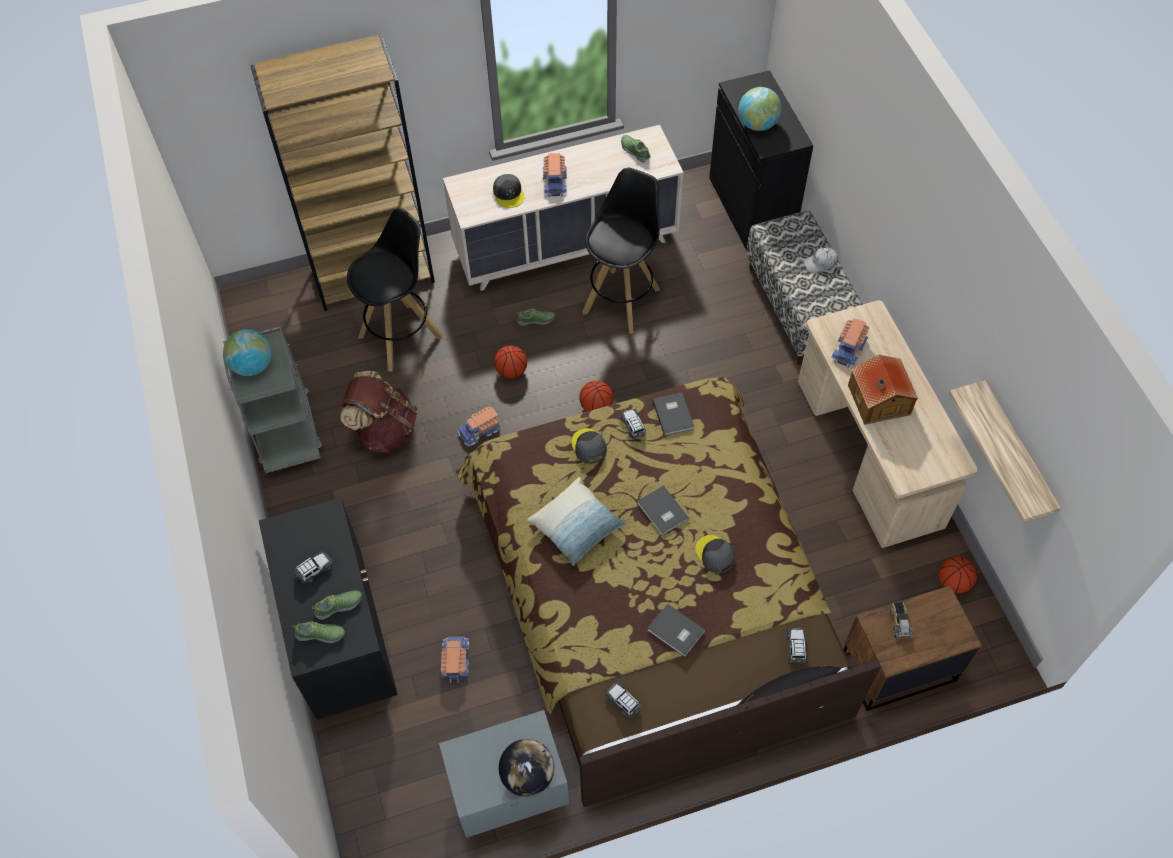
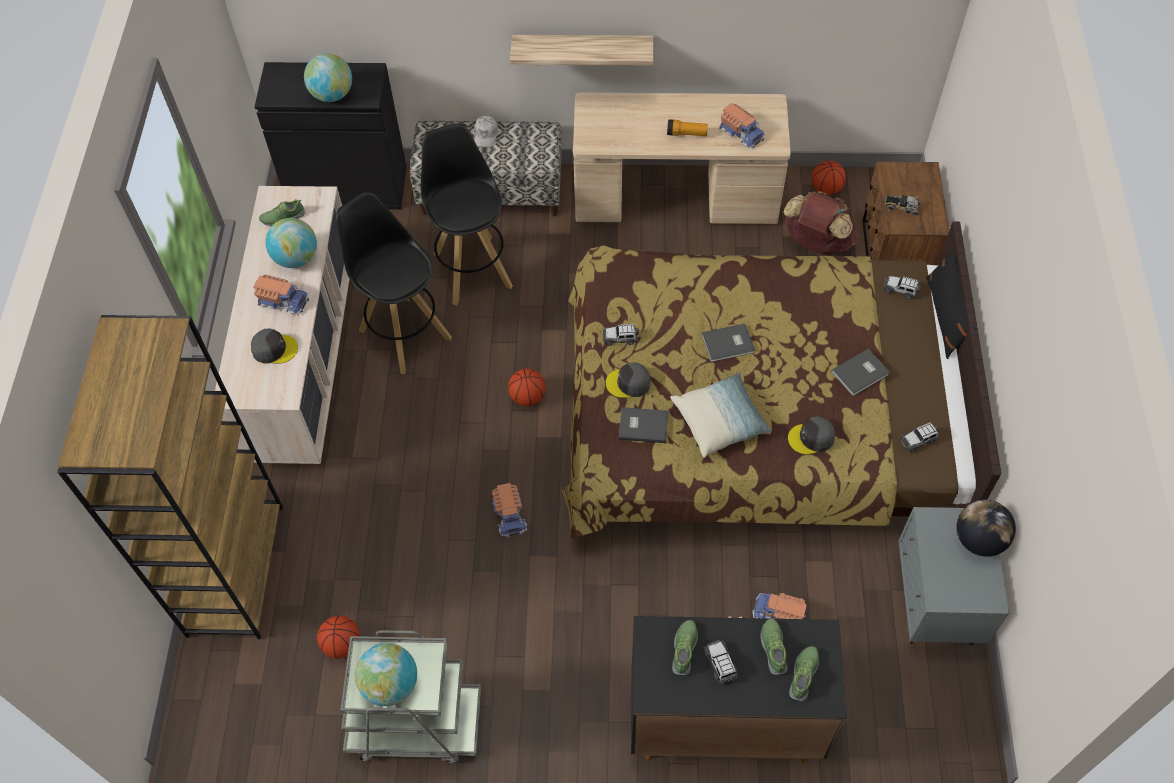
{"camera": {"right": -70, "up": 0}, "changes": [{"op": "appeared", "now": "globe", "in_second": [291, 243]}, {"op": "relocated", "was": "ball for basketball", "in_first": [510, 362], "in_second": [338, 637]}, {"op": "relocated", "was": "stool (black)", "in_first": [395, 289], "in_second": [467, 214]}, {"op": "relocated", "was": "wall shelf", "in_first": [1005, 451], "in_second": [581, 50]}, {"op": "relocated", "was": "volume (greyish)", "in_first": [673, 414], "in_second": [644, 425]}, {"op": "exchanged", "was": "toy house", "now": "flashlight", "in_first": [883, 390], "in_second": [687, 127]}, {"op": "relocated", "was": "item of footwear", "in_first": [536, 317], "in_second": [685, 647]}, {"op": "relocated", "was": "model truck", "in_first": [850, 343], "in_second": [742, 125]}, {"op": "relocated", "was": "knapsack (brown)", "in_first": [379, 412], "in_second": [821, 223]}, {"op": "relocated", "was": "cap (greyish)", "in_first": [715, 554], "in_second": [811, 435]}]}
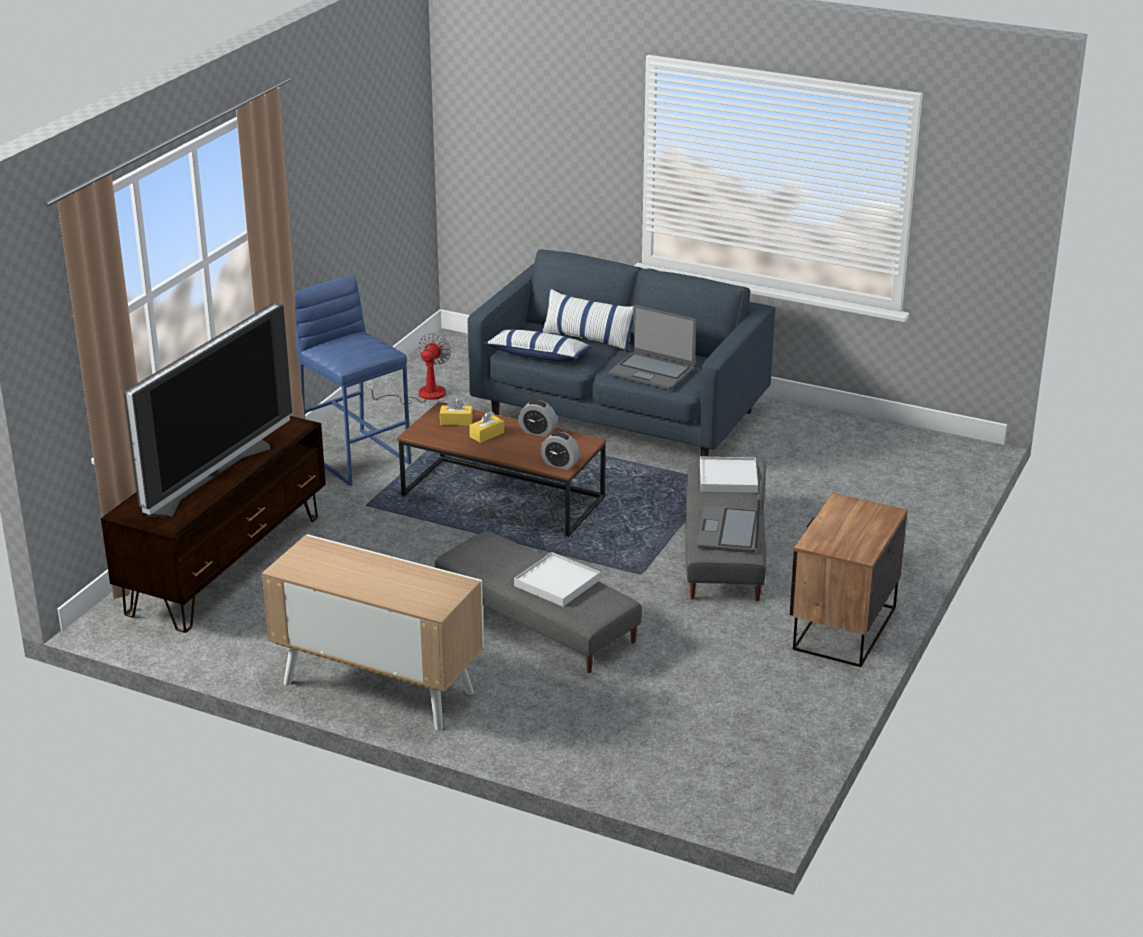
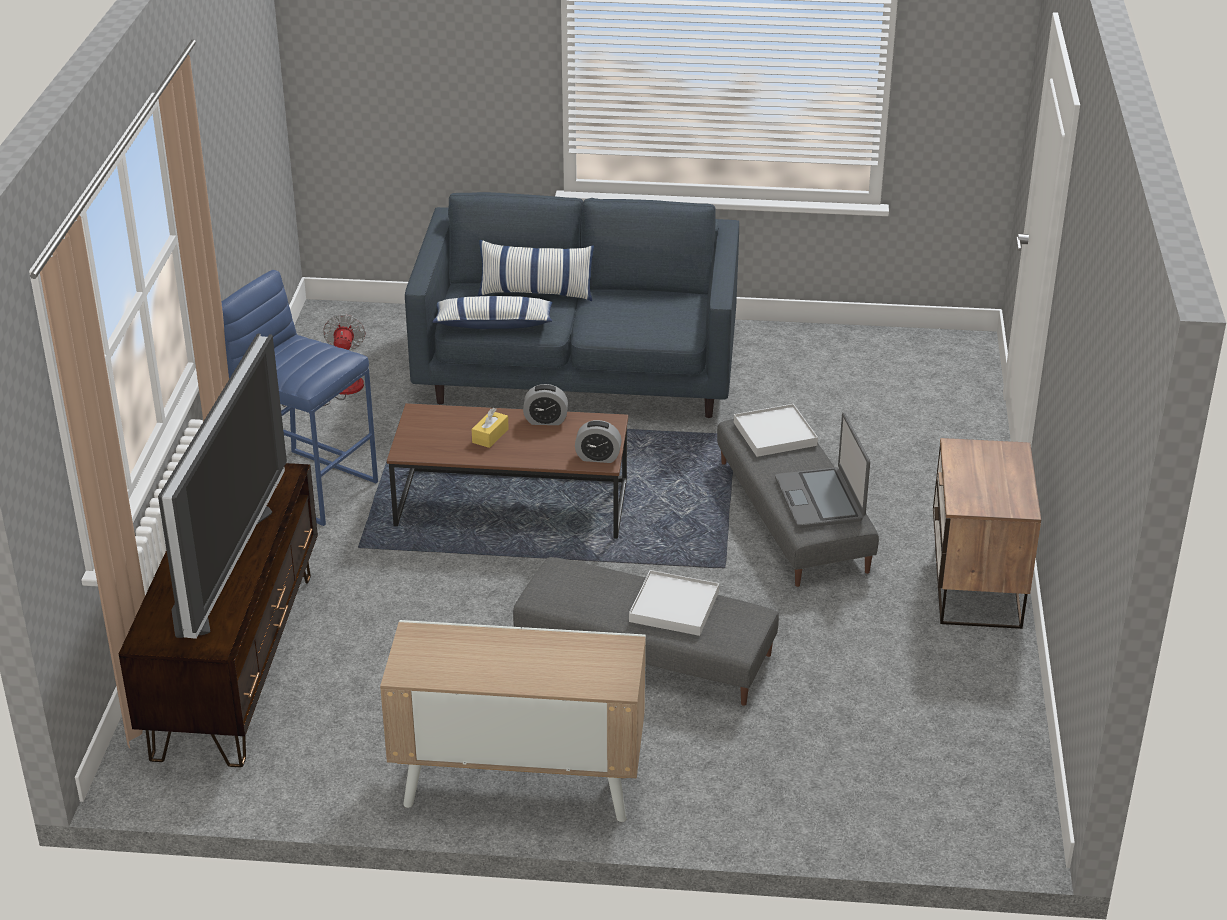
{"camera": {"right": -20, "up": 5}, "changes": [{"op": "missing", "was": "tissue holder (yellow-coloured)", "in_first": [456, 412]}, {"op": "missing", "was": "laptop", "in_first": [652, 347]}]}
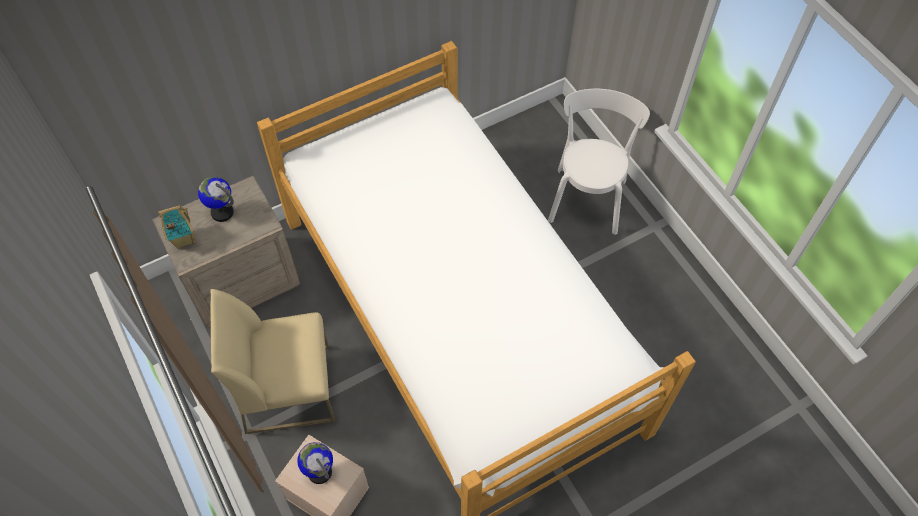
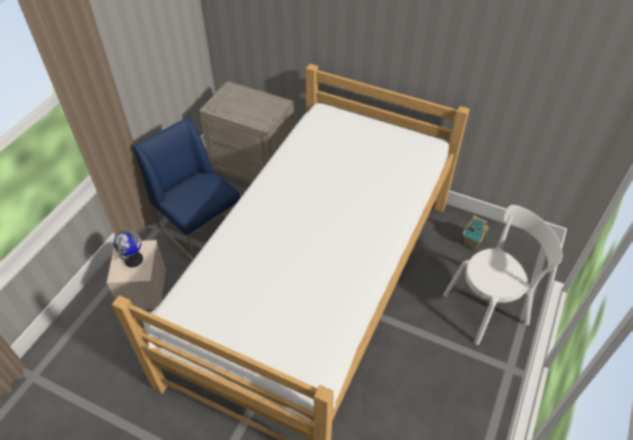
{"camera": {"right": 55, "up": -10}, "changes": [{"op": "colour", "was": "chair (beige-coloured)", "now": "chair (blue)", "in_first": [272, 361], "in_second": [186, 189]}, {"op": "relocated", "was": "toy house", "in_first": [176, 227], "in_second": [476, 232]}, {"op": "missing", "was": "globe", "in_first": [216, 199]}]}
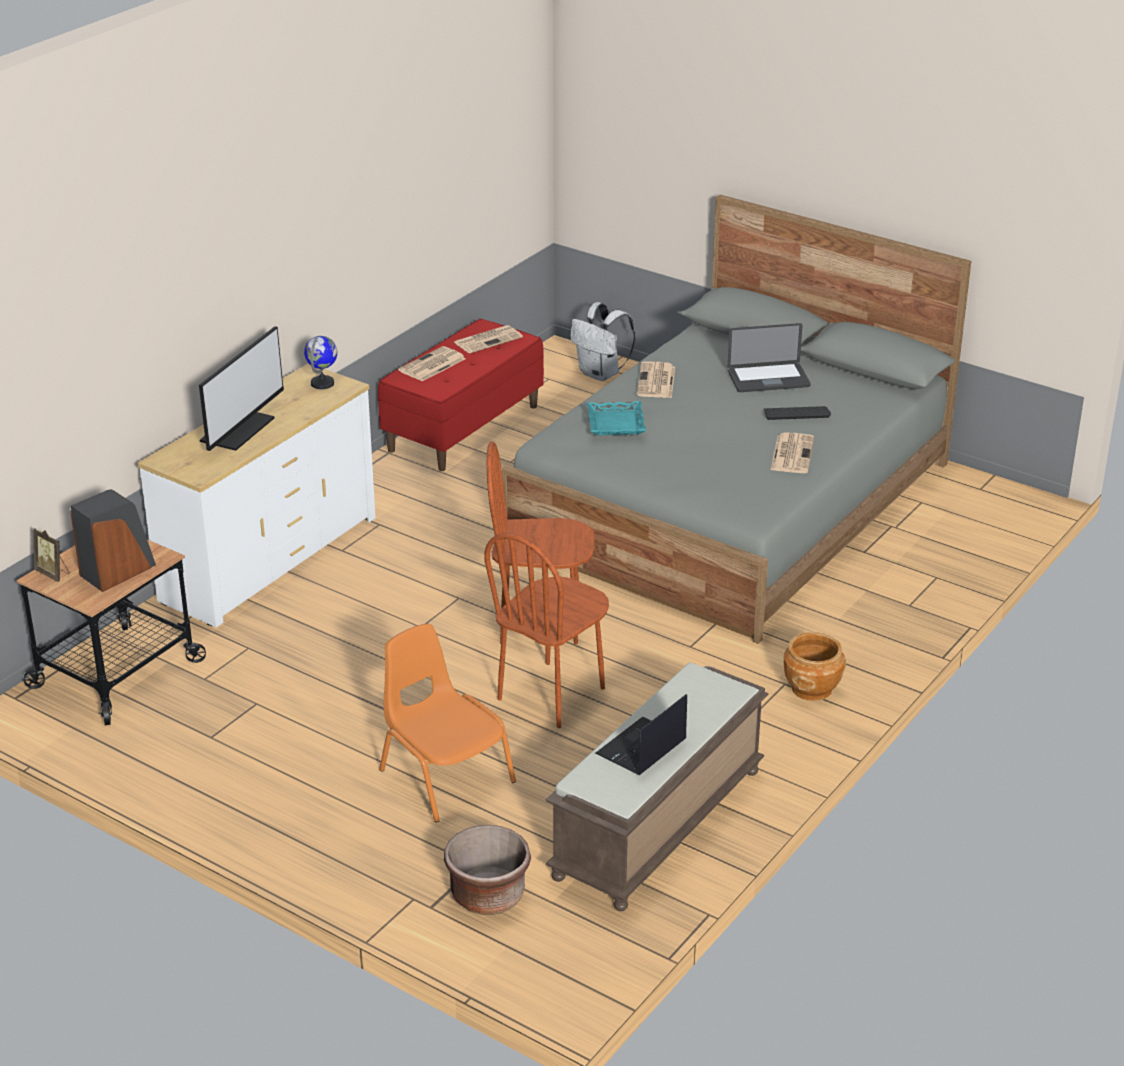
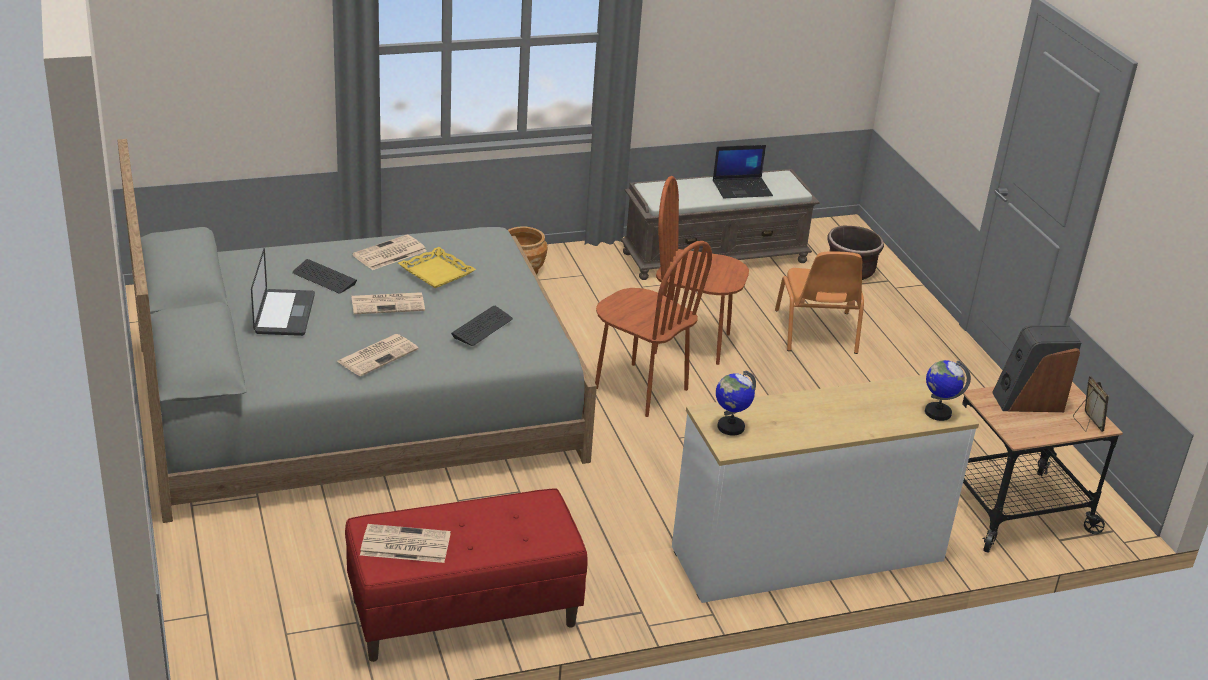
{"camera": {"right": -145, "up": 0}, "changes": [{"op": "spun", "was": "laptop", "in_first": [769, 357], "in_second": [283, 292], "clockwise": 60}, {"op": "relocated", "was": "daily paper", "in_first": [432, 363], "in_second": [388, 303]}, {"op": "appeared", "now": "tray (yellow-coloured)", "in_second": [437, 267]}, {"op": "exchanged", "was": "tray (blue-green)", "now": "computer keyboard", "in_first": [616, 418], "in_second": [482, 326]}, {"op": "spun", "was": "chair (brown)", "in_first": [546, 630], "in_second": [702, 270], "clockwise": -150}, {"op": "appeared", "now": "globe", "in_second": [948, 390]}, {"op": "missing", "was": "computer screen", "in_first": [241, 388]}, {"op": "missing", "was": "knapsack (whitish)", "in_first": [602, 341]}]}
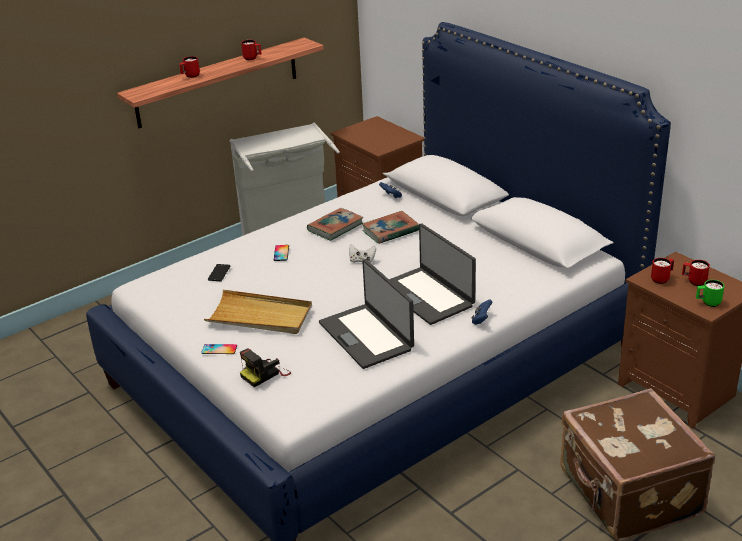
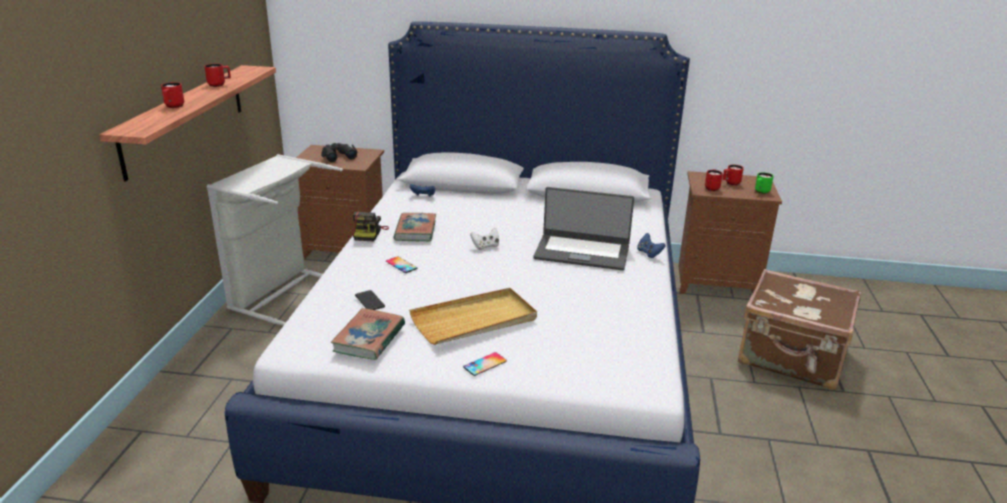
{"camera": {"right": -45, "up": -5}, "changes": [{"op": "appeared", "now": "pair of binoculars (black)", "in_second": [339, 152]}, {"op": "relocated", "was": "volume", "in_first": [390, 227], "in_second": [368, 334]}, {"op": "relocated", "was": "still camera", "in_first": [265, 368], "in_second": [371, 226]}, {"op": "missing", "was": "laptop", "in_first": [366, 314]}]}
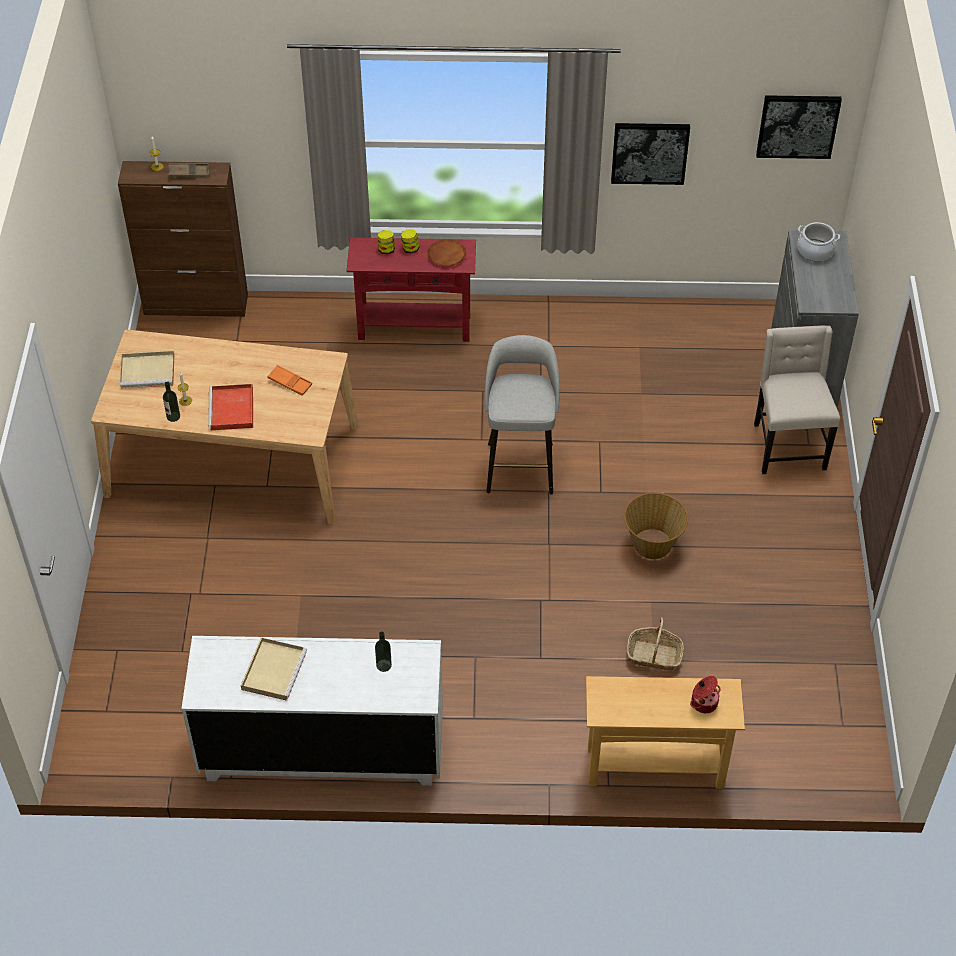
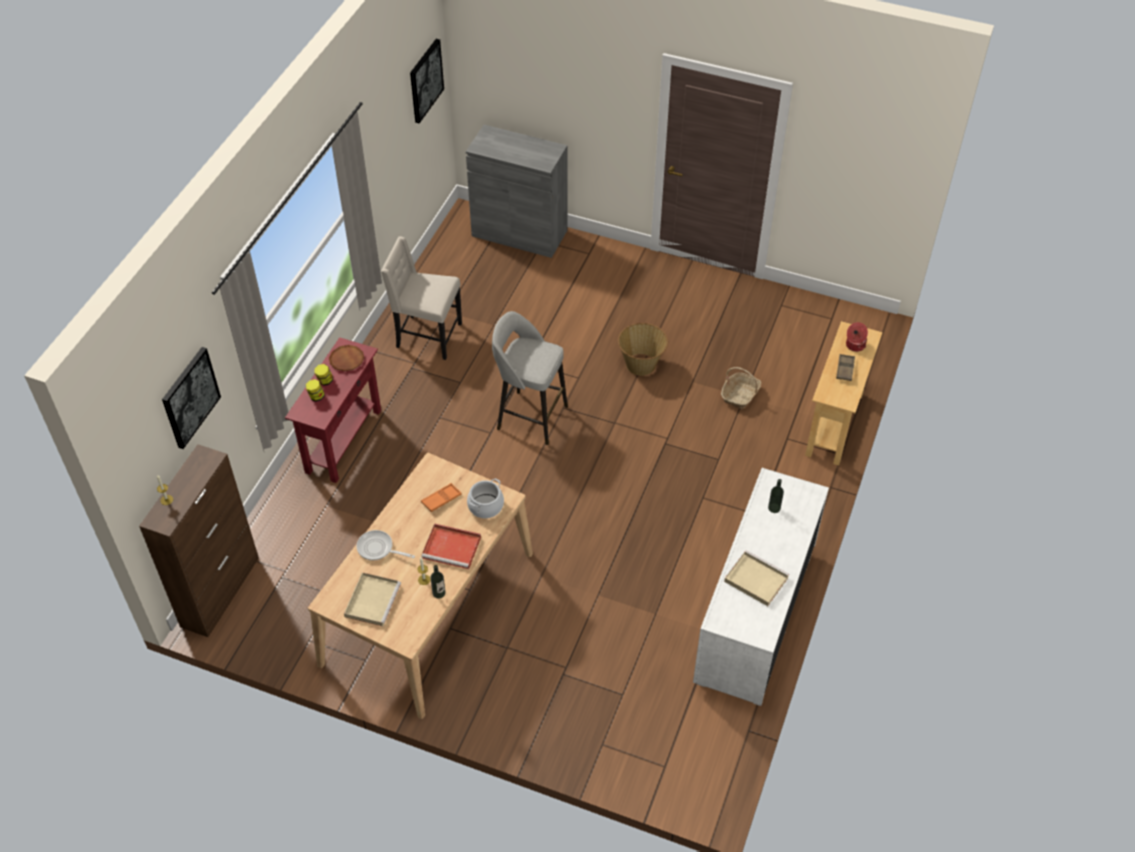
{"camera": {"right": -70, "up": 0}, "changes": [{"op": "relocated", "was": "wall picture", "in_first": [650, 154], "in_second": [191, 398]}, {"op": "appeared", "now": "frying pan", "in_second": [386, 545]}, {"op": "relocated", "was": "chair (beige-coloured)", "in_first": [797, 399], "in_second": [421, 298]}, {"op": "relocated", "was": "stockpot", "in_first": [818, 241], "in_second": [485, 498]}, {"op": "relocated", "was": "tray (brown)", "in_first": [188, 170], "in_second": [845, 367]}]}
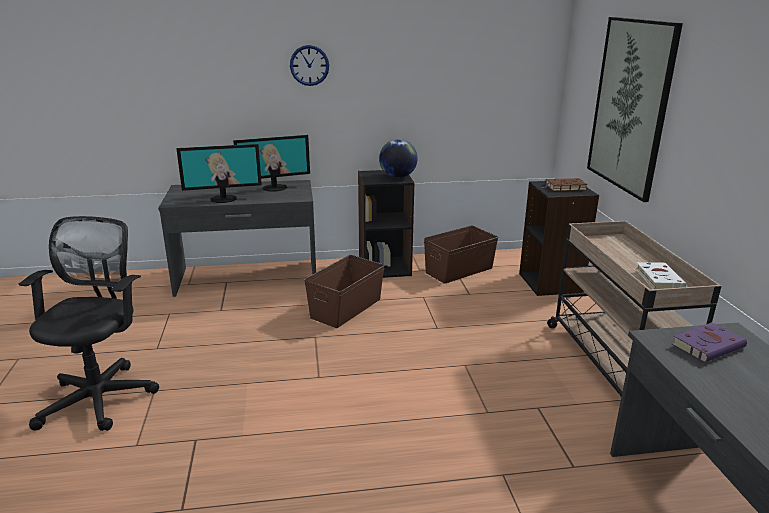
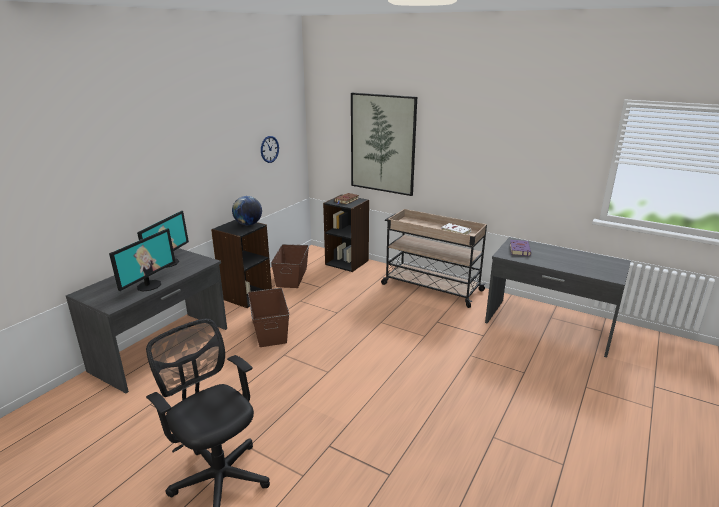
{"camera": {"right": -50, "up": 0}, "changes": [{"op": "relocated", "was": "hanging clock", "in_first": [309, 65], "in_second": [270, 149]}]}
